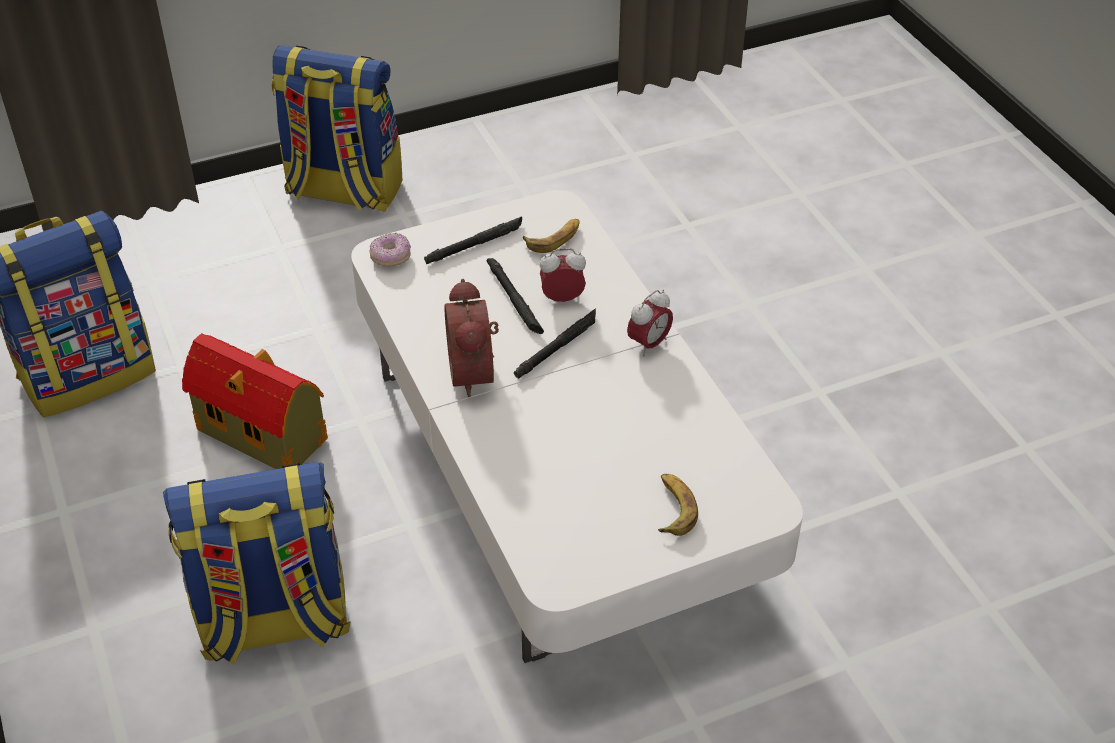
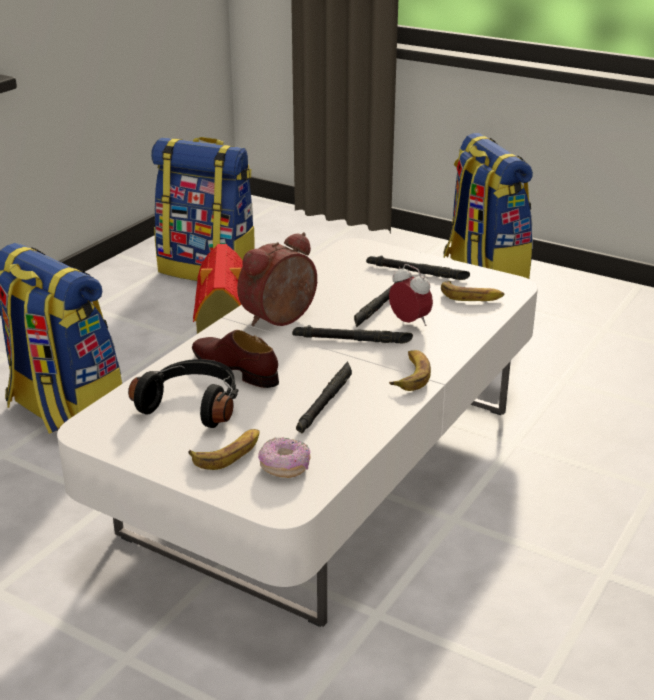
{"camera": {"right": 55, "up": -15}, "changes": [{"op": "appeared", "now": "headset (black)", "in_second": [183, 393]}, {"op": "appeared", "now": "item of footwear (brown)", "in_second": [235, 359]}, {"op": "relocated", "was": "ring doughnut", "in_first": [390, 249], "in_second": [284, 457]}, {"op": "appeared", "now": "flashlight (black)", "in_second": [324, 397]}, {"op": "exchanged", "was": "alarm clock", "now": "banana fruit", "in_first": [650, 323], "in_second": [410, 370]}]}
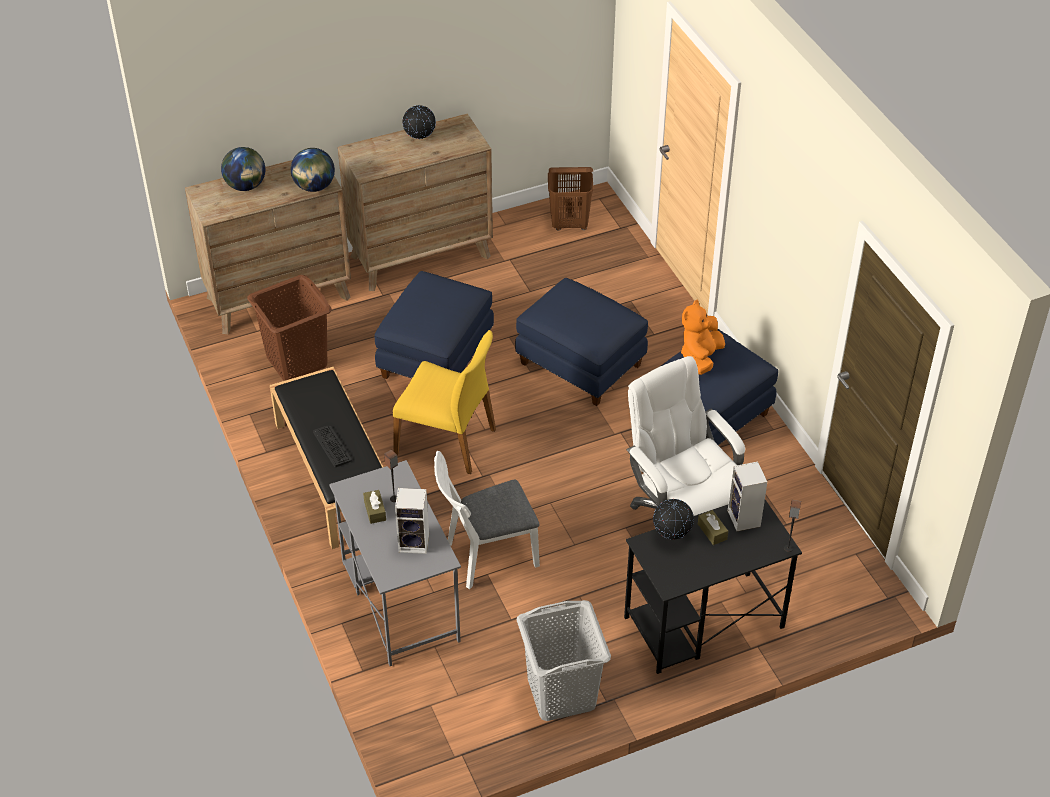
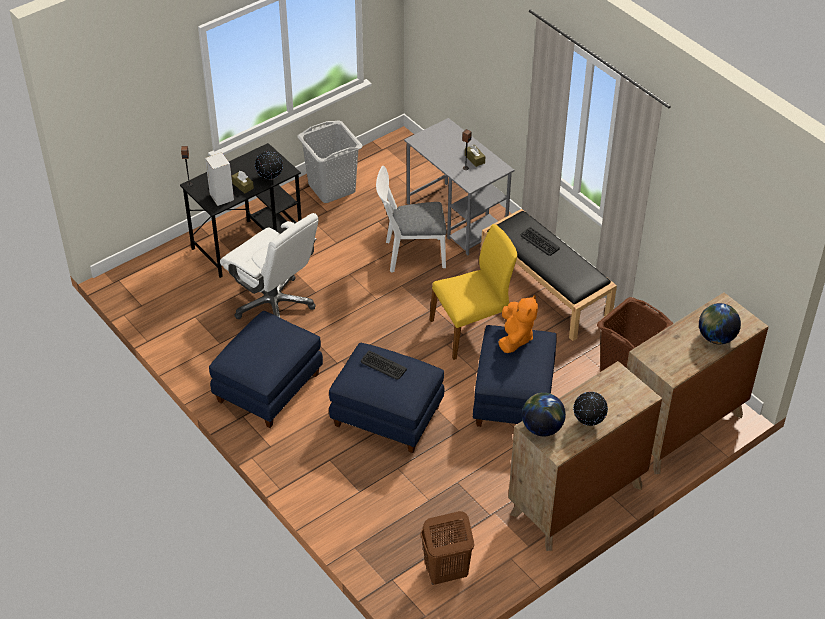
{"camera": {"right": 165, "up": 0}, "changes": [{"op": "appeared", "now": "computer keyboard", "in_second": [384, 365]}, {"op": "spun", "was": "chair (whitish)", "in_first": [487, 520], "in_second": [411, 219], "clockwise": -150}, {"op": "spun", "was": "chair (yellow-coloured)", "in_first": [444, 402], "in_second": [473, 292], "clockwise": 150}, {"op": "relocated", "was": "soft toy (orange-coloured)", "in_first": [703, 337], "in_second": [518, 323]}, {"op": "relocated", "was": "globe", "in_first": [313, 170], "in_second": [544, 414]}, {"op": "missing", "was": "loudspeaker", "in_first": [412, 521]}]}
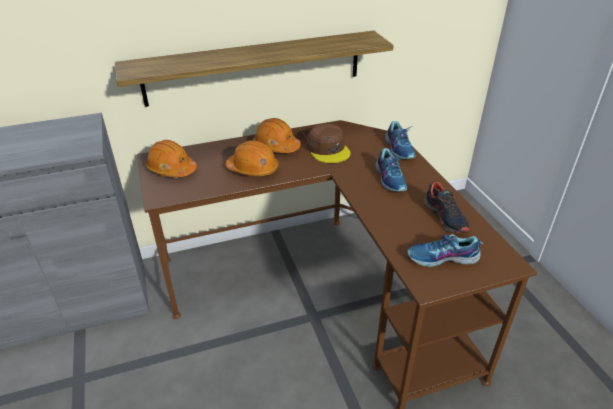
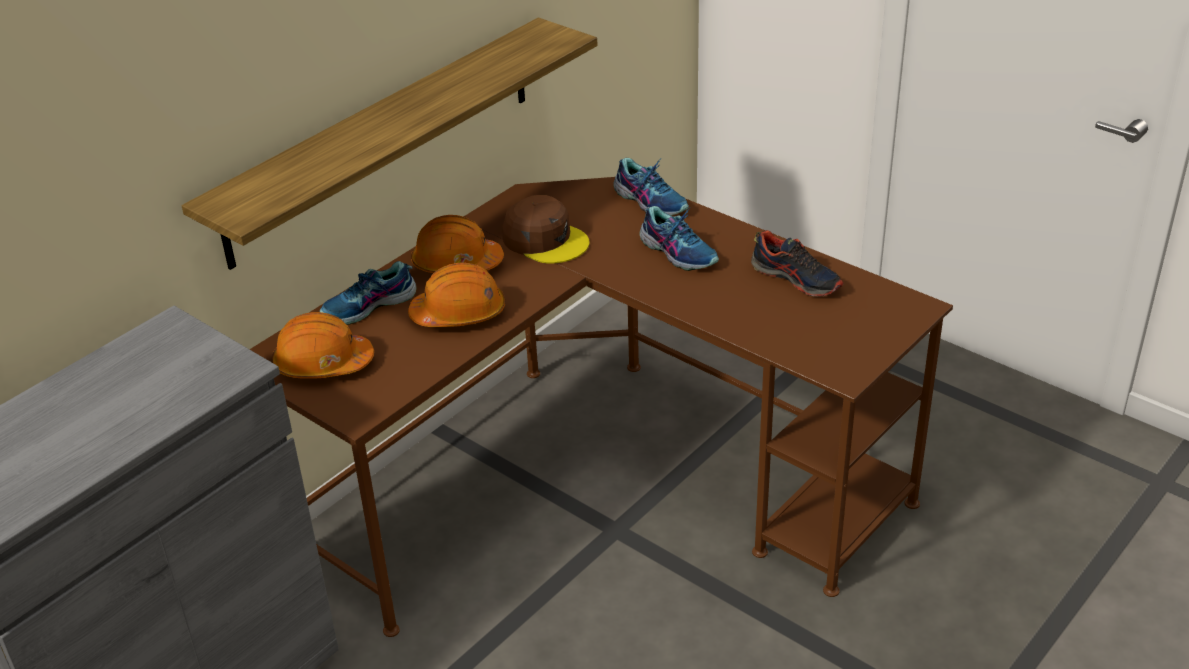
{"camera": {"right": -30, "up": 0}, "changes": [{"op": "relocated", "was": "item of footwear", "in_first": [445, 250], "in_second": [368, 293]}]}
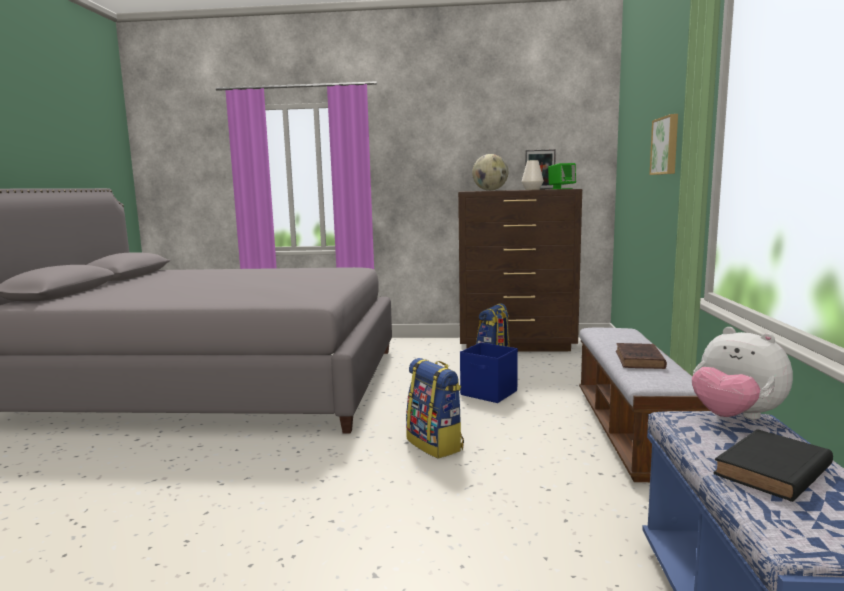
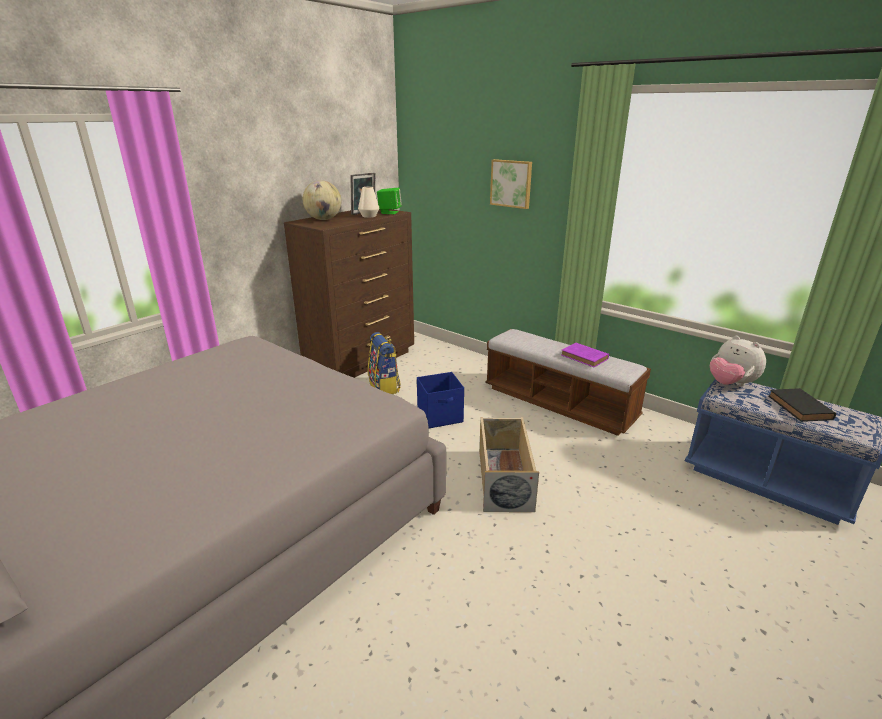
{"camera": {"right": -55, "up": 15}, "changes": [{"op": "exchanged", "was": "knapsack", "now": "storage container (beige-coloured)", "in_first": [435, 408], "in_second": [509, 464]}, {"op": "colour", "was": "volume (brown)", "now": "volume (purplish)", "in_first": [641, 356], "in_second": [585, 355]}, {"op": "spun", "was": "soft toy", "in_first": [742, 373], "in_second": [738, 361], "clockwise": 60}]}
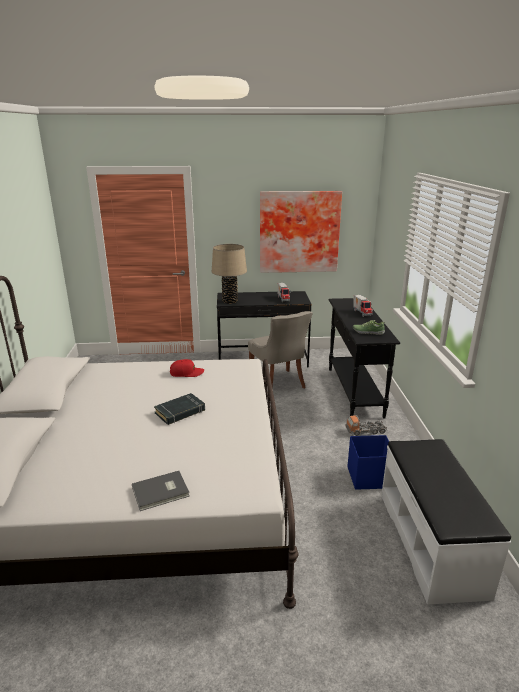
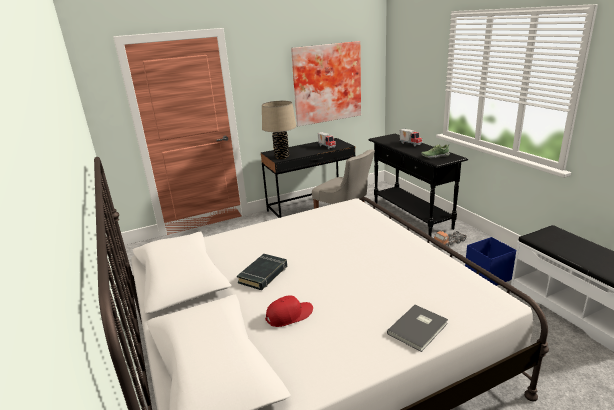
{"camera": {"right": -20, "up": 0}, "changes": [{"op": "relocated", "was": "volume (black)", "in_first": [179, 409], "in_second": [262, 272]}, {"op": "relocated", "was": "cap (red-coloured)", "in_first": [187, 368], "in_second": [289, 311]}]}
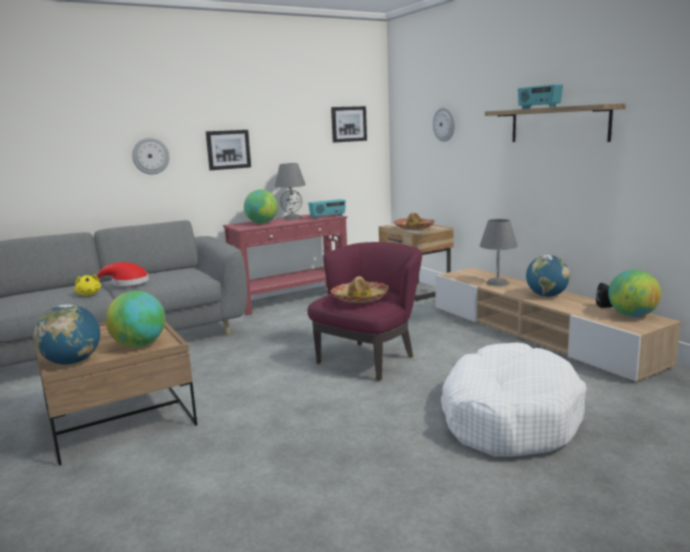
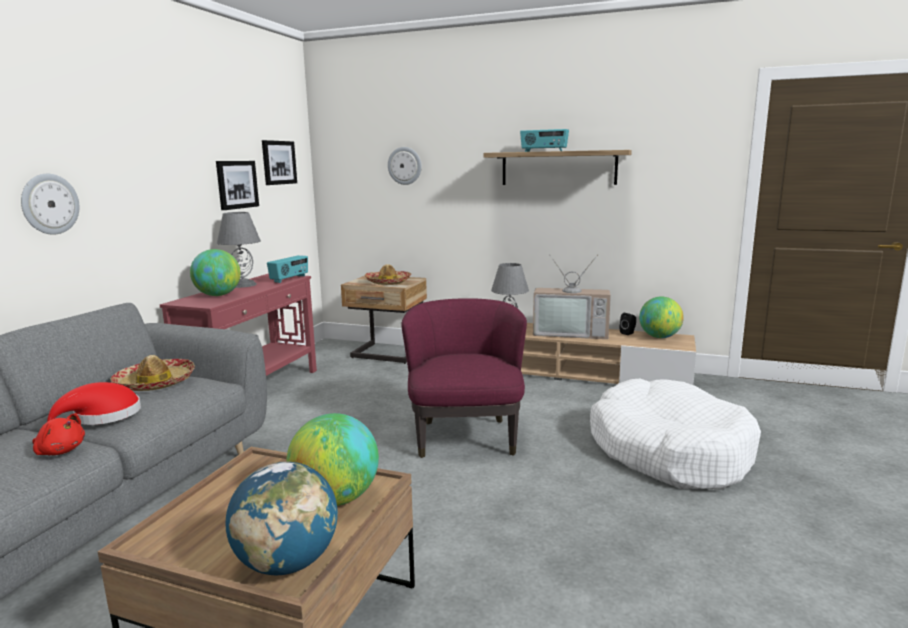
{"camera": {"right": -40, "up": 0}, "changes": [{"op": "colour", "was": "soft toy (yellow-coloured)", "now": "soft toy (red-coloured)", "in_first": [87, 284], "in_second": [58, 434]}, {"op": "relocated", "was": "hat", "in_first": [359, 289], "in_second": [152, 373]}, {"op": "relocated", "was": "wall picture", "in_first": [228, 150], "in_second": [237, 185]}, {"op": "exchanged", "was": "globe", "now": "TV set", "in_first": [548, 276], "in_second": [572, 296]}]}
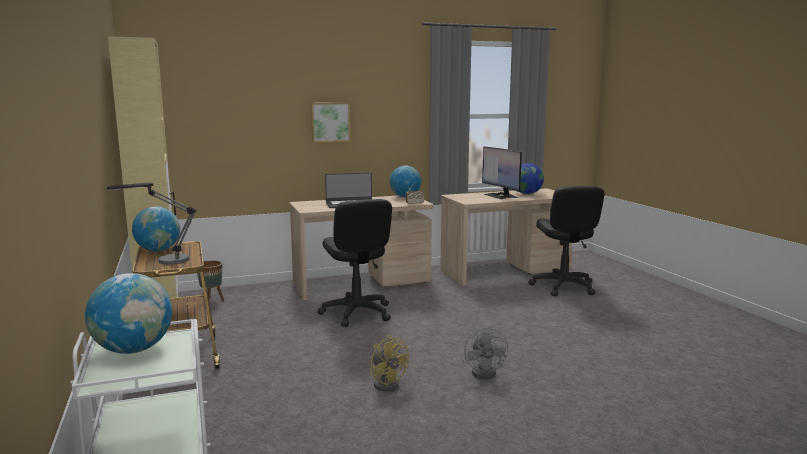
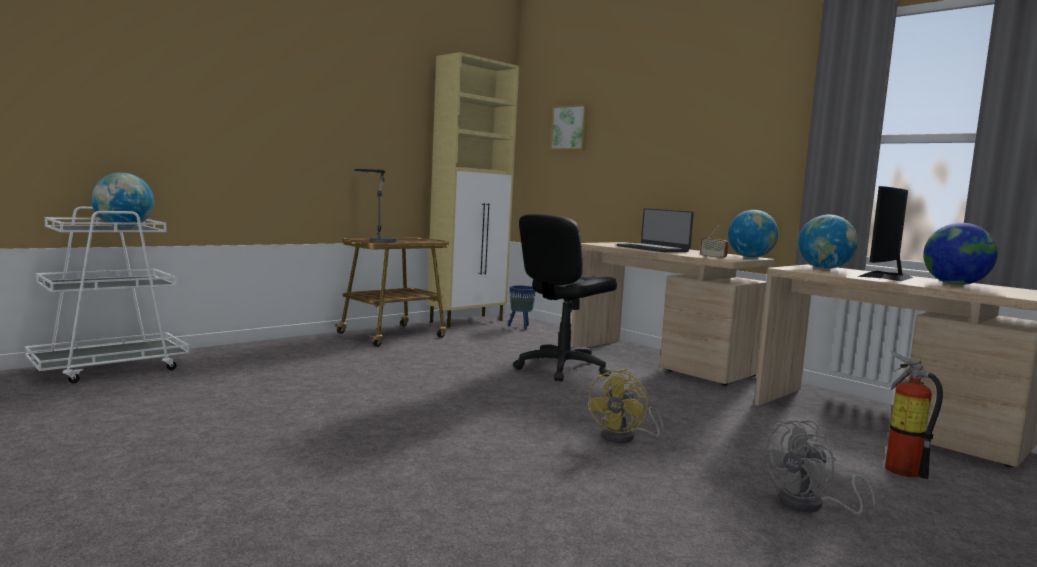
{"camera": {"right": 65, "up": -5}, "changes": [{"op": "colour", "was": "plant pot (brown)", "now": "plant pot (blue)", "in_first": [210, 280], "in_second": [522, 307]}, {"op": "relocated", "was": "wall picture", "in_first": [331, 122], "in_second": [569, 127]}, {"op": "relocated", "was": "fan (yellow-coloured)", "in_first": [389, 363], "in_second": [625, 406]}, {"op": "relocated", "was": "fan (greyish)", "in_first": [486, 352], "in_second": [818, 467]}, {"op": "relocated", "was": "globe", "in_first": [156, 229], "in_second": [828, 242]}, {"op": "exchanged", "was": "desk chair (black)", "now": "fire-fighting cylinder", "in_first": [566, 241], "in_second": [914, 415]}]}
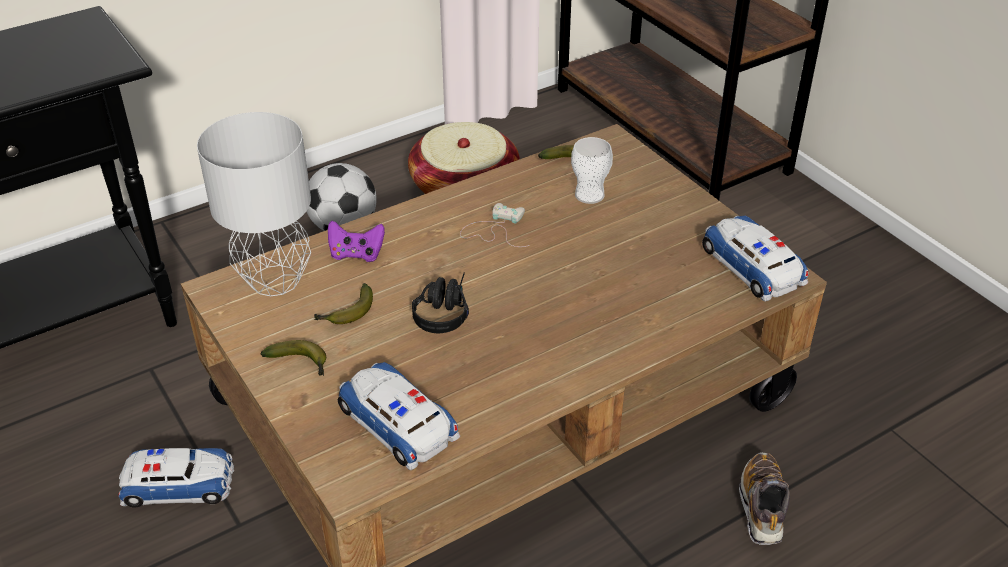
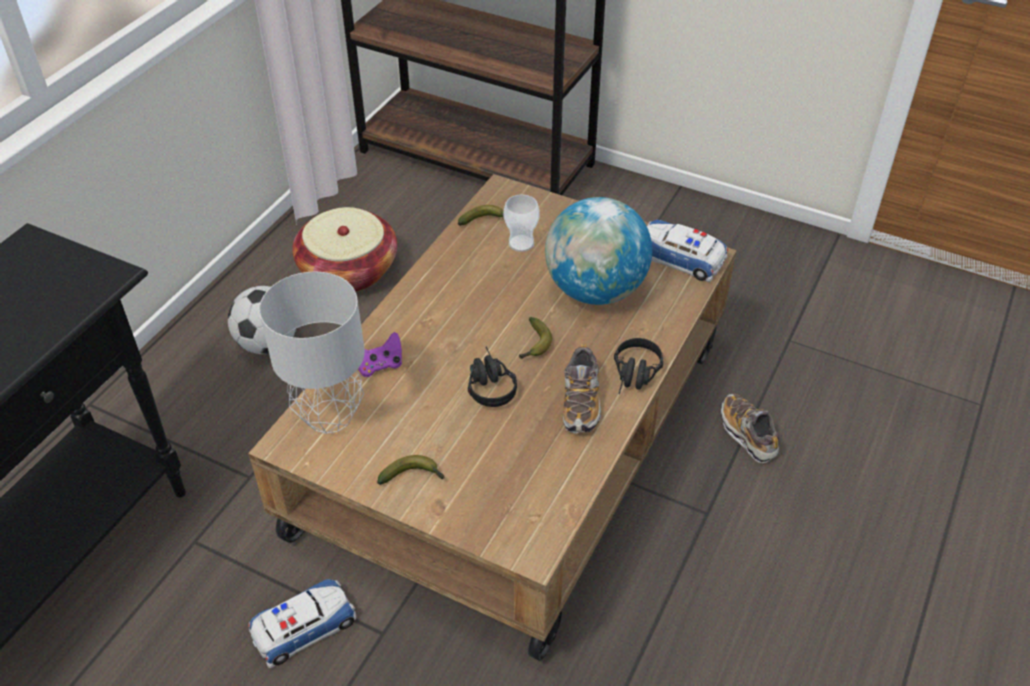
{"camera": {"right": -30, "up": 5}, "changes": [{"op": "relocated", "was": "banana fruit", "in_first": [343, 303], "in_second": [535, 338]}, {"op": "appeared", "now": "globe", "in_second": [598, 251]}, {"op": "appeared", "now": "item of footwear", "in_second": [582, 388]}, {"op": "appeared", "now": "headset (black)", "in_second": [638, 366]}, {"op": "missing", "was": "toy car", "in_first": [399, 416]}, {"op": "missing", "was": "game controller (whitish)", "in_first": [494, 225]}]}
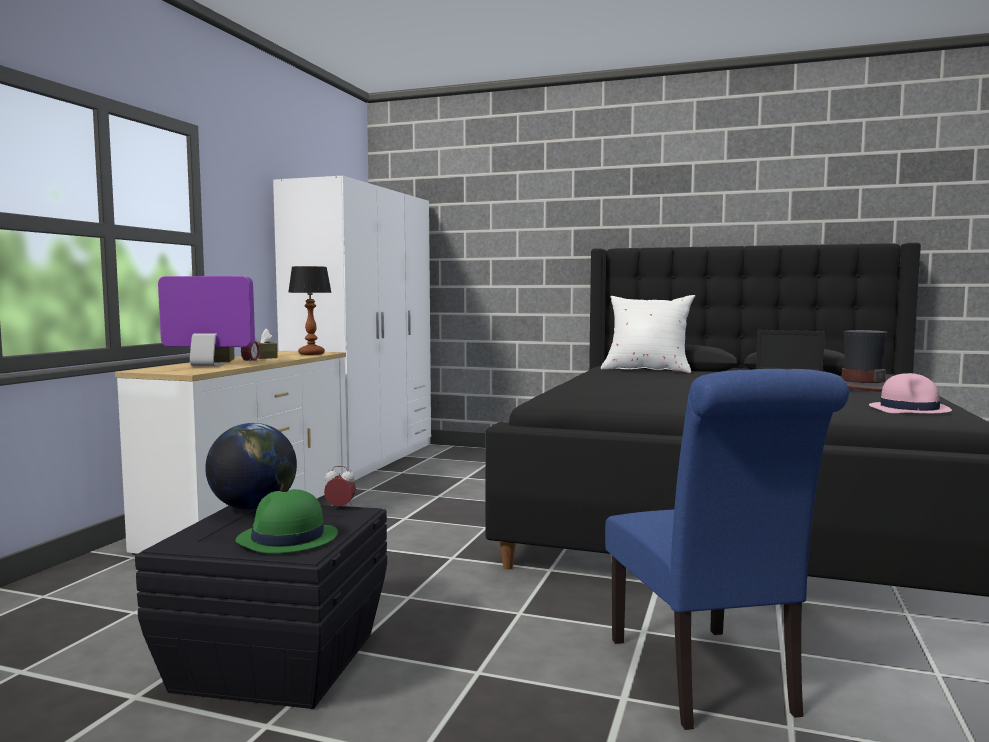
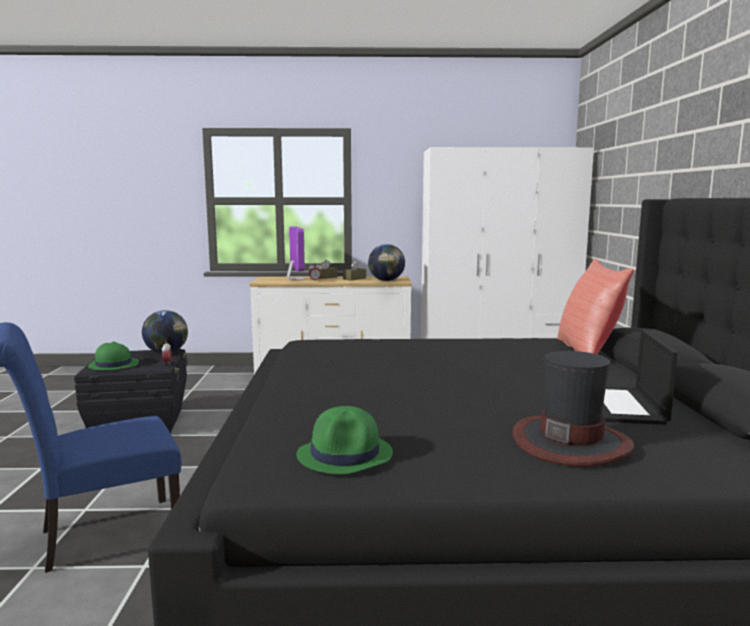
{"camera": {"right": 70, "up": 5}, "changes": [{"op": "colour", "was": "hat (pink)", "now": "hat (green-coloured)", "in_first": [910, 393], "in_second": [344, 440]}, {"op": "exchanged", "was": "table lamp", "now": "globe", "in_first": [310, 310], "in_second": [386, 262]}, {"op": "colour", "was": "pillow (whitish)", "now": "pillow (red-coloured)", "in_first": [648, 334], "in_second": [596, 306]}]}
